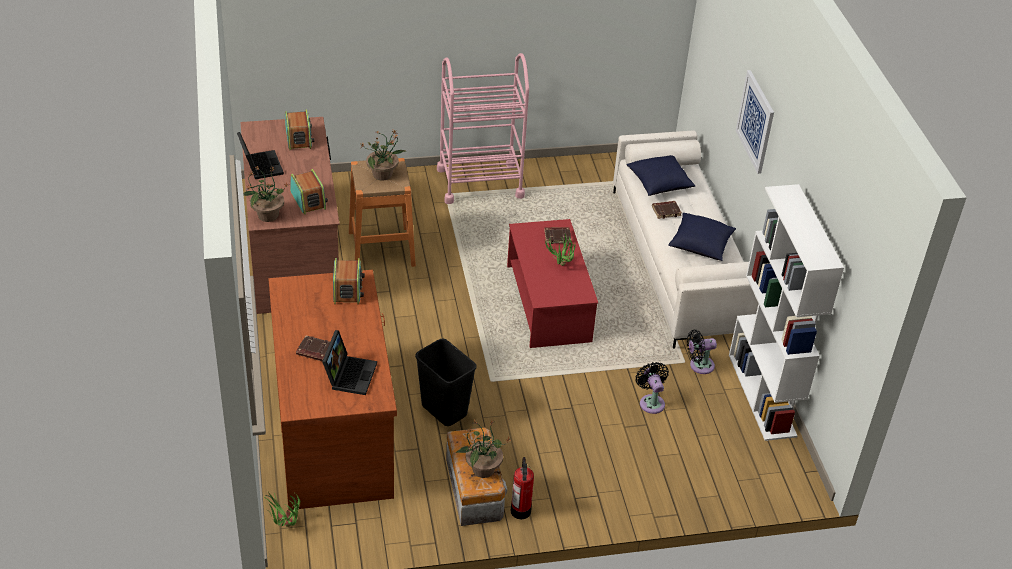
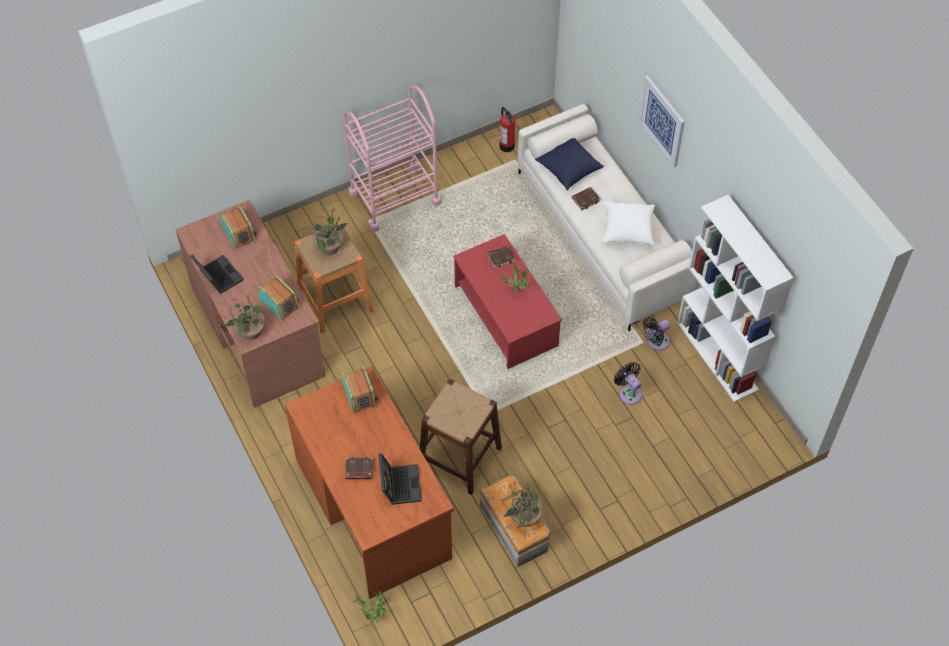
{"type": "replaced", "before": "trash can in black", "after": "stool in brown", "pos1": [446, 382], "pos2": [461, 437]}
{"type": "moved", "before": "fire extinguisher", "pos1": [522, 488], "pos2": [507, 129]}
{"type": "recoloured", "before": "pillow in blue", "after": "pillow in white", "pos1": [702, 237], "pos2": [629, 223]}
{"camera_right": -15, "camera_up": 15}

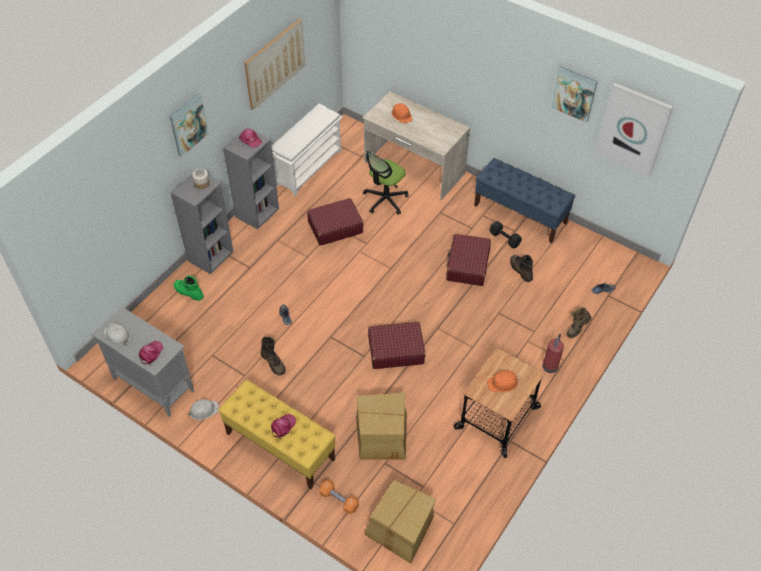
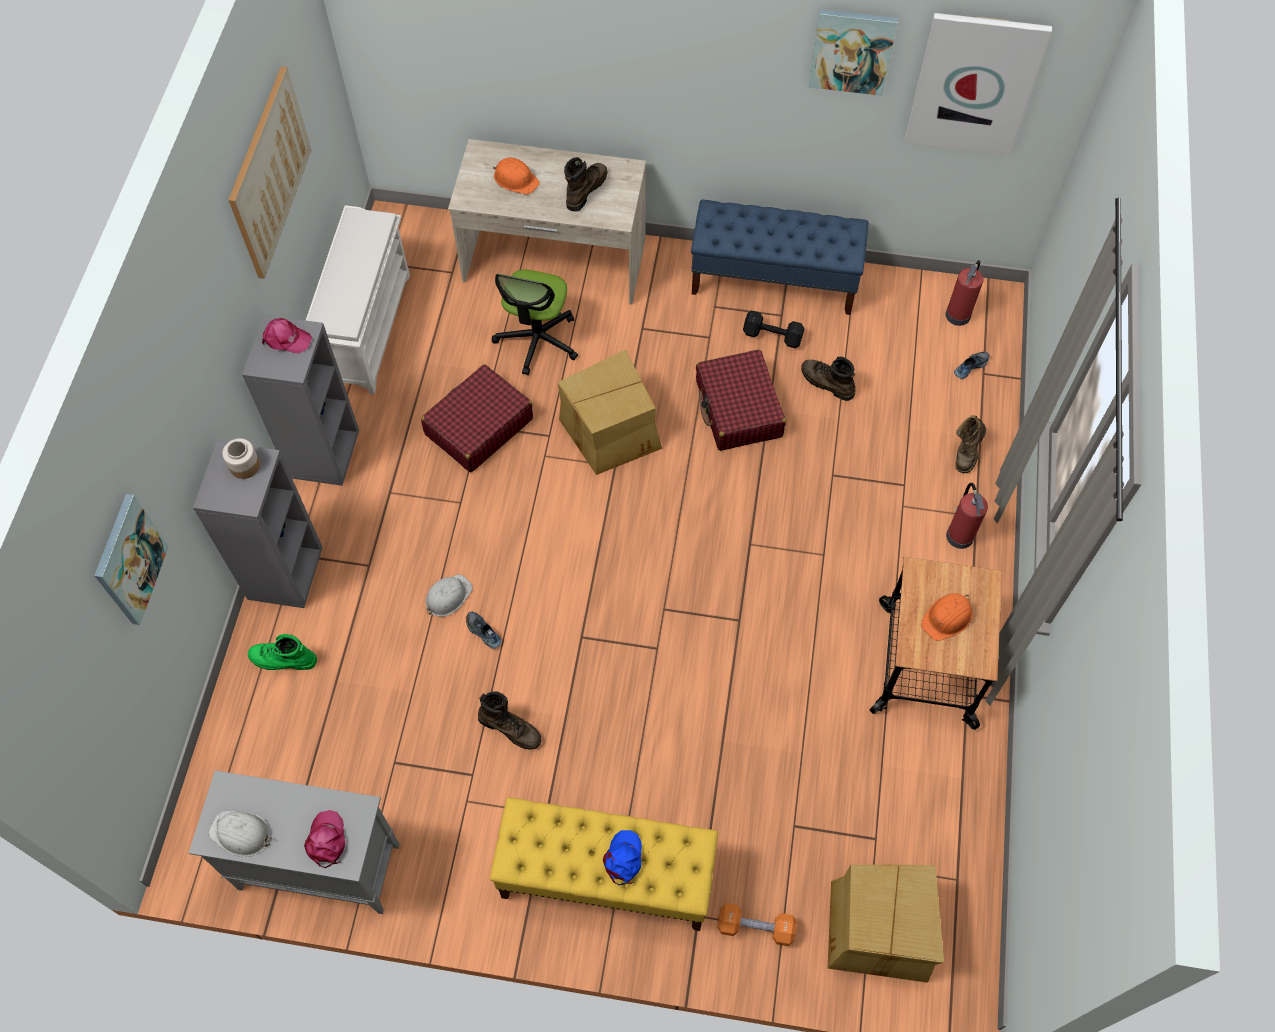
{"type": "moved", "before": "picture", "pos1": [189, 125], "pos2": [131, 559]}
{"type": "moved", "before": "hard hat in white", "pos1": [204, 409], "pos2": [449, 595]}
{"type": "recoloured", "before": "cap in pink", "after": "cap in blue", "pos1": [283, 426], "pos2": [622, 857]}
{"type": "moved", "before": "cardboard box", "pos1": [381, 426], "pos2": [610, 412]}
{"type": "removed", "before": "suitcase in red", "pos1": [397, 345]}
{"type": "added", "after": "boot in brown", "pos2": [586, 184]}
{"type": "added", "after": "fire extinguisher", "pos2": [964, 293]}
{"camera_right": -25, "camera_up": 10}

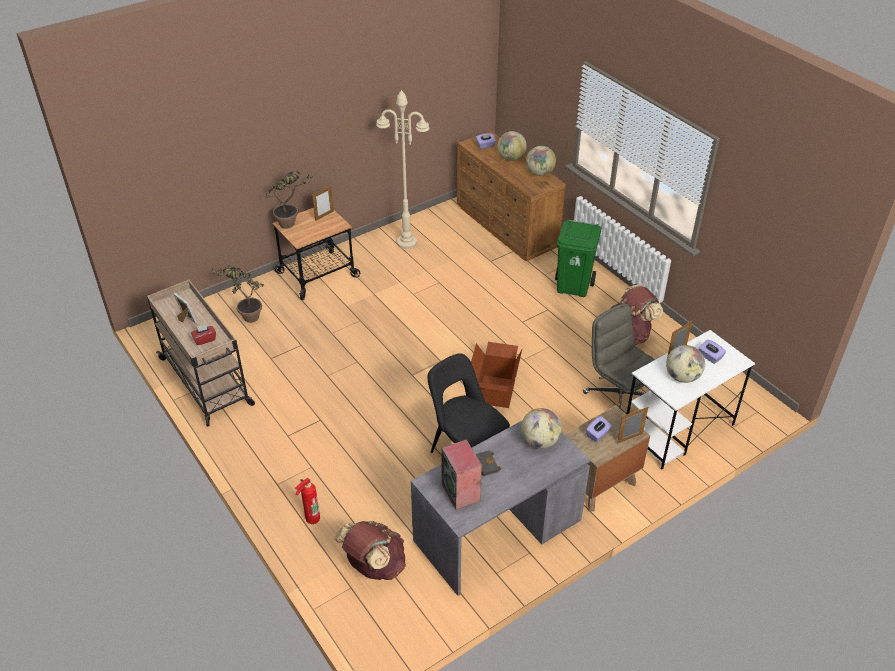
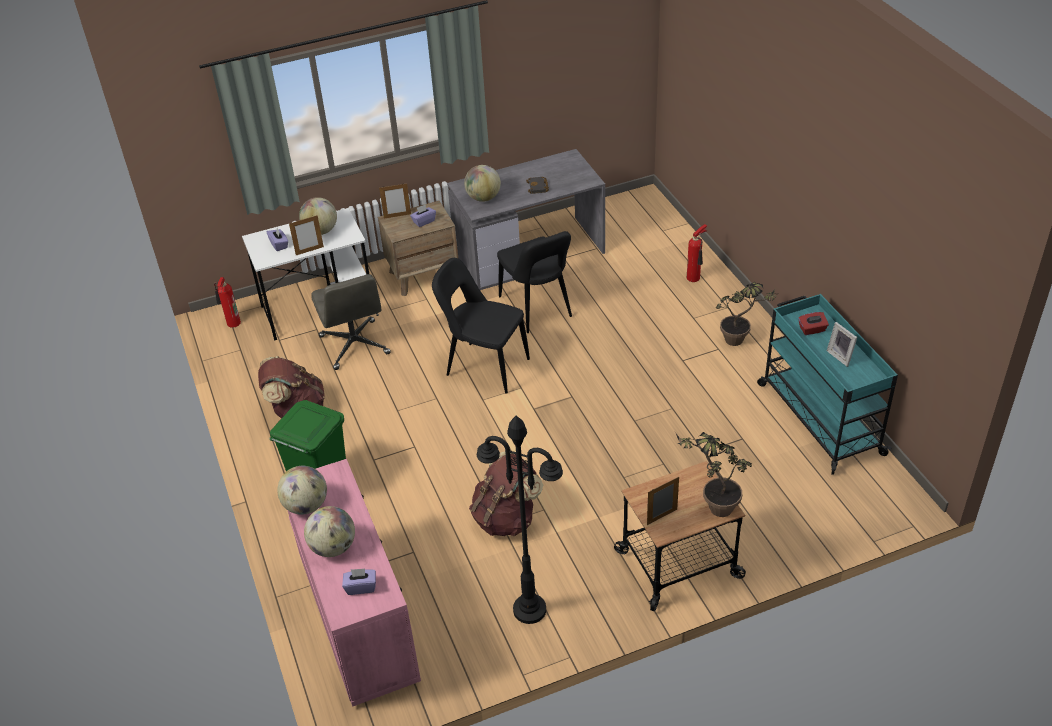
{"type": "recoloured", "before": "cart in beige", "after": "cart in turquoise", "pos1": [201, 353], "pos2": [827, 384]}
{"type": "moved", "before": "potted plant", "pos1": [237, 294], "pos2": [748, 314]}
{"type": "moved", "before": "backpack in brown", "pos1": [370, 550], "pos2": [506, 494]}
{"type": "recoloured", "before": "floor lamp in beige", "after": "floor lamp in black", "pos1": [403, 169], "pos2": [520, 520]}
{"type": "removed", "before": "speaker", "pos1": [461, 474]}
{"type": "recoloured", "before": "dresser in brown", "after": "dresser in pink", "pos1": [511, 196], "pos2": [354, 583]}
{"type": "replaced", "before": "cardboard box", "after": "chair in black", "pos1": [496, 375], "pos2": [481, 326]}
{"type": "added", "after": "fire extinguisher", "pos2": [227, 302]}
{"camera_right": -165, "camera_up": 0}

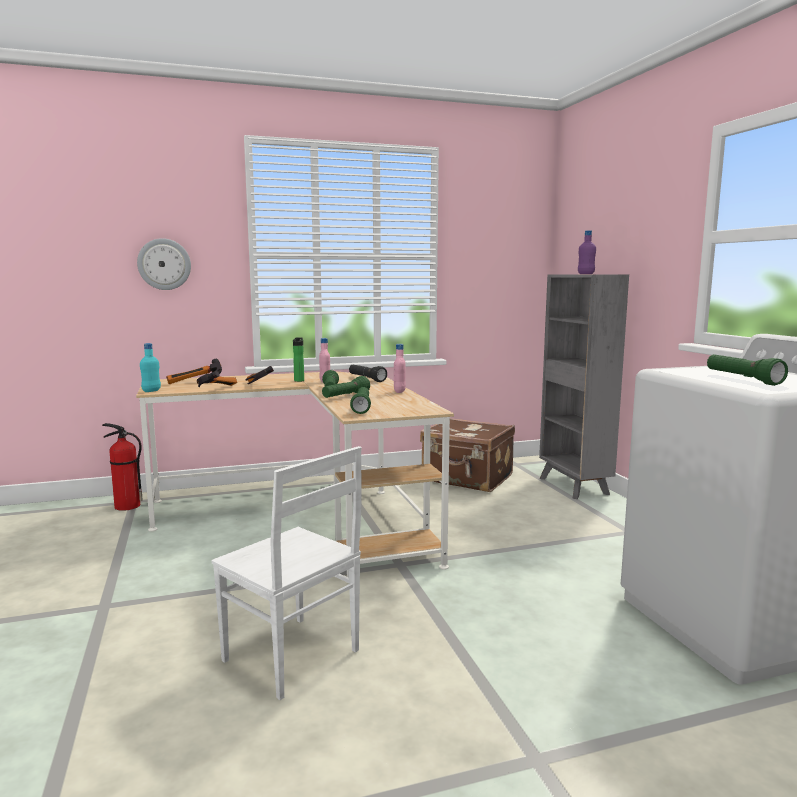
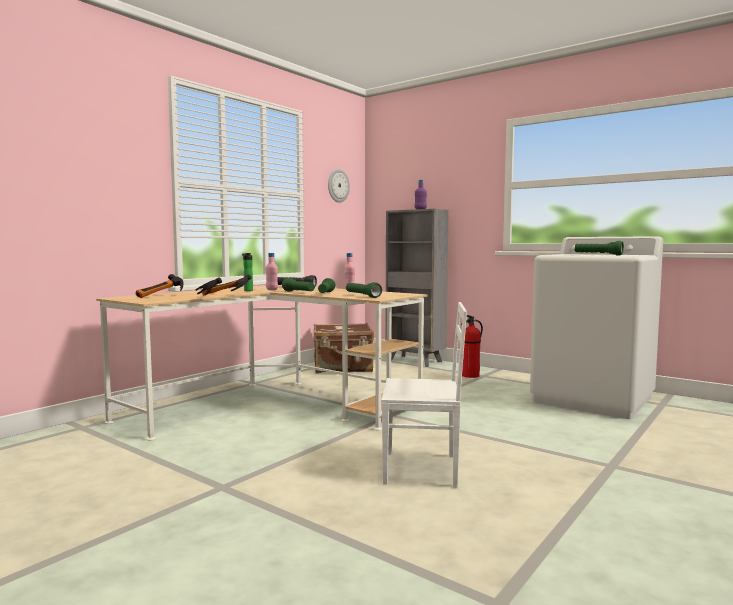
{"type": "moved", "before": "fire extinguisher", "pos1": [122, 467], "pos2": [472, 346]}
{"type": "moved", "before": "wall clock", "pos1": [164, 264], "pos2": [339, 186]}
{"type": "removed", "before": "bottle in turquoise", "pos1": [150, 367]}
{"camera_right": -35, "camera_up": -5}

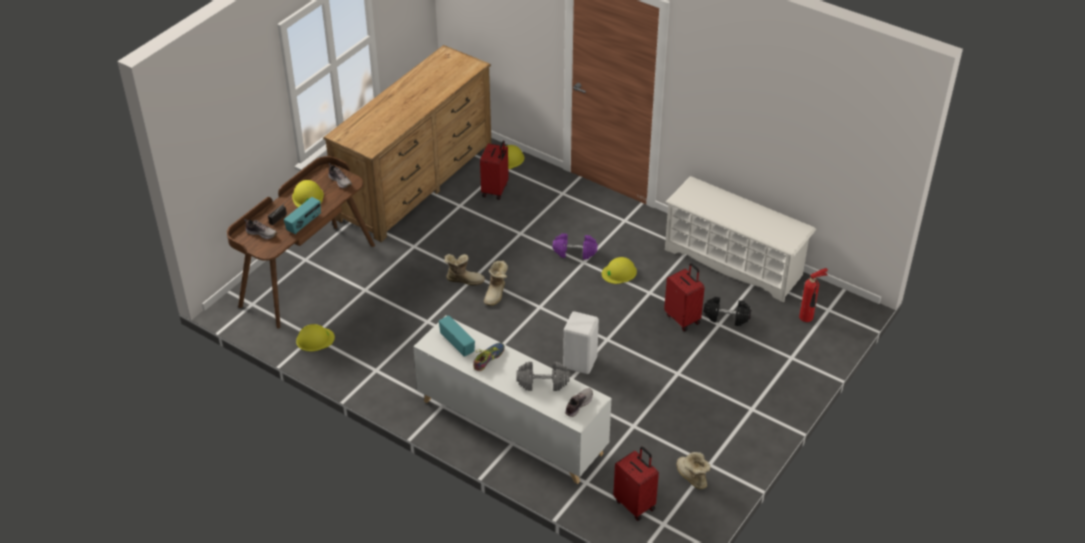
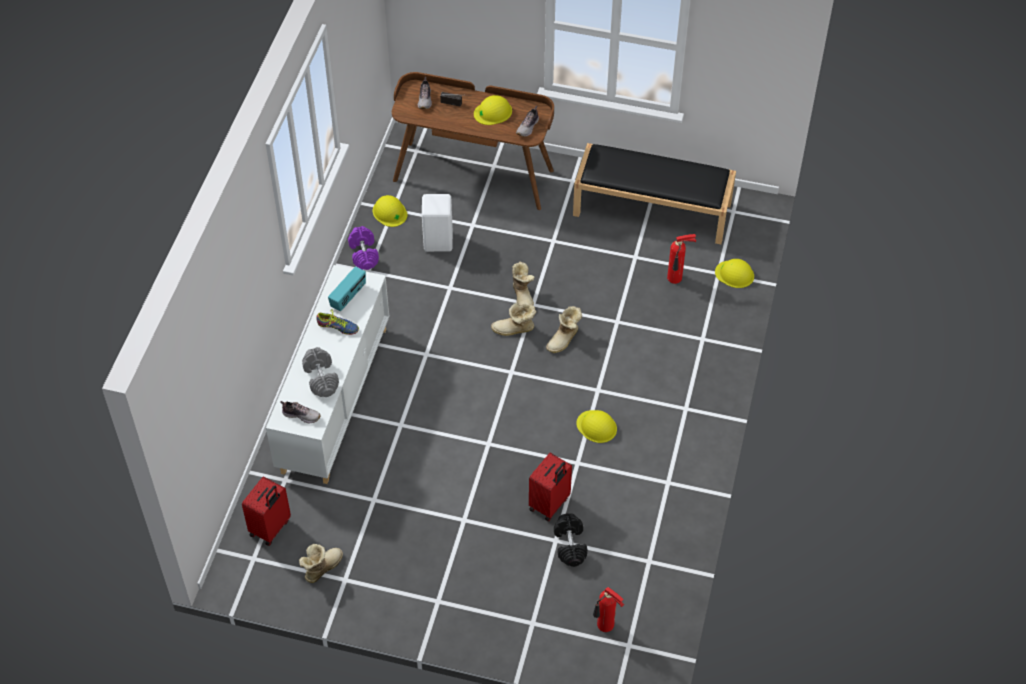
{"type": "removed", "before": "radio", "pos1": [302, 216]}
{"type": "replaced", "before": "dresser in brown", "after": "bench in black", "pos1": [407, 143], "pos2": [654, 193]}
{"type": "replaced", "before": "suitcase in red", "after": "fire extinguisher", "pos1": [494, 170], "pos2": [681, 259]}
{"type": "moved", "before": "dumbbell in purple", "pos1": [575, 246], "pos2": [363, 248]}
{"type": "moved", "before": "stool in white", "pos1": [581, 342], "pos2": [437, 223]}
{"type": "removed", "before": "shoe rack in white", "pos1": [740, 239]}
{"type": "added", "after": "boot", "pos2": [564, 329]}
{"camera_right": 70, "camera_up": 10}

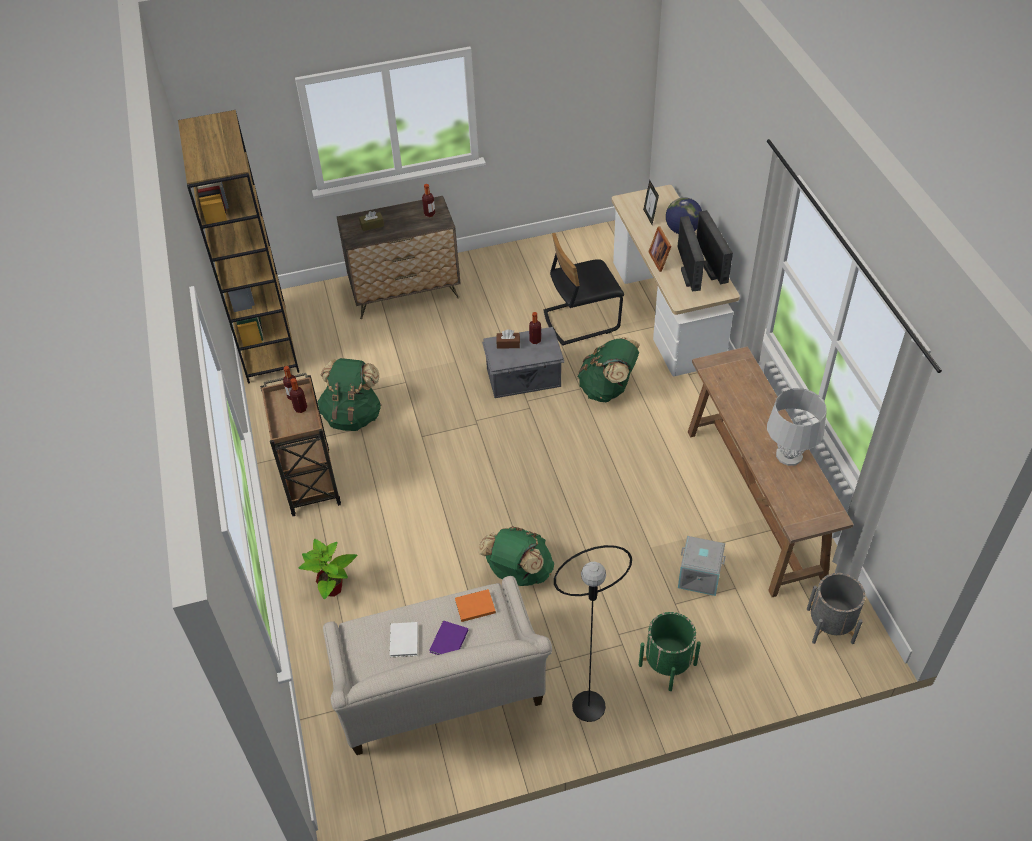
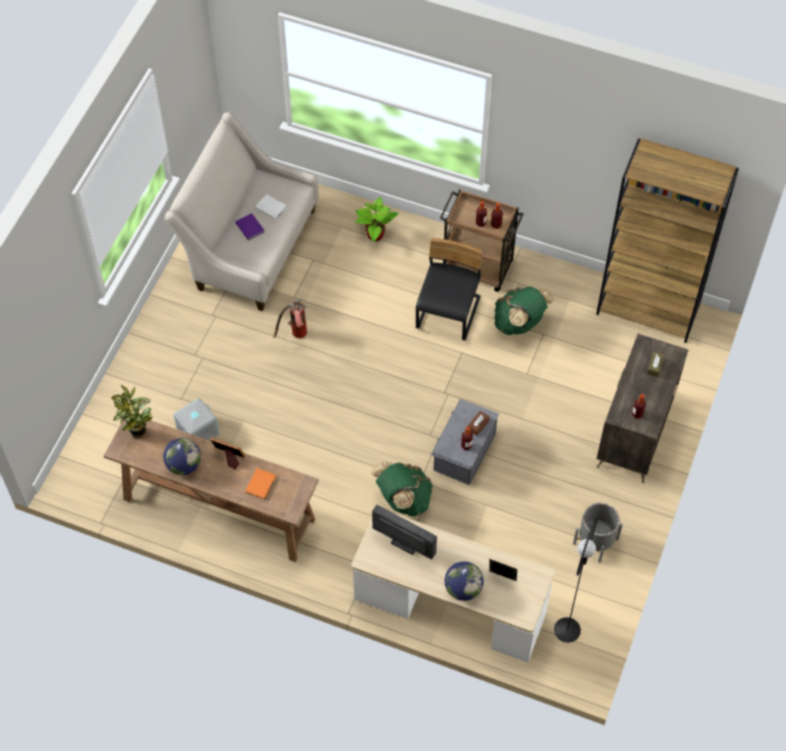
{"type": "moved", "before": "book in orange", "pos1": [475, 605], "pos2": [260, 484]}
{"type": "replaced", "before": "backpack in green", "after": "fire extinguisher", "pos1": [516, 556], "pos2": [290, 318]}
{"type": "moved", "before": "chair in black", "pos1": [583, 289], "pos2": [449, 289]}
{"type": "moved", "before": "floor lamp in black", "pos1": [593, 633], "pos2": [576, 580]}
{"type": "removed", "before": "planter in green", "pos1": [670, 651]}
{"type": "moved", "before": "picture frame", "pos1": [659, 249], "pos2": [227, 454]}
{"type": "removed", "before": "monitor", "pos1": [714, 247]}
{"type": "replaced", "before": "table lamp in grey", "after": "globe", "pos1": [797, 427], "pos2": [182, 456]}
{"type": "moved", "before": "planter in grey", "pos1": [836, 608], "pos2": [598, 532]}
{"type": "added", "after": "potted plant", "pos2": [132, 412]}
{"camera_right": 125, "camera_up": 10}

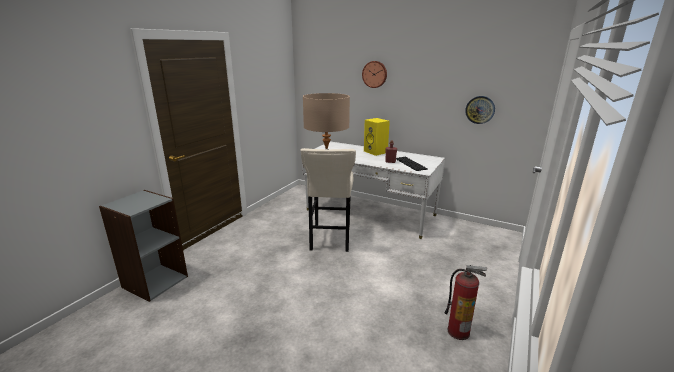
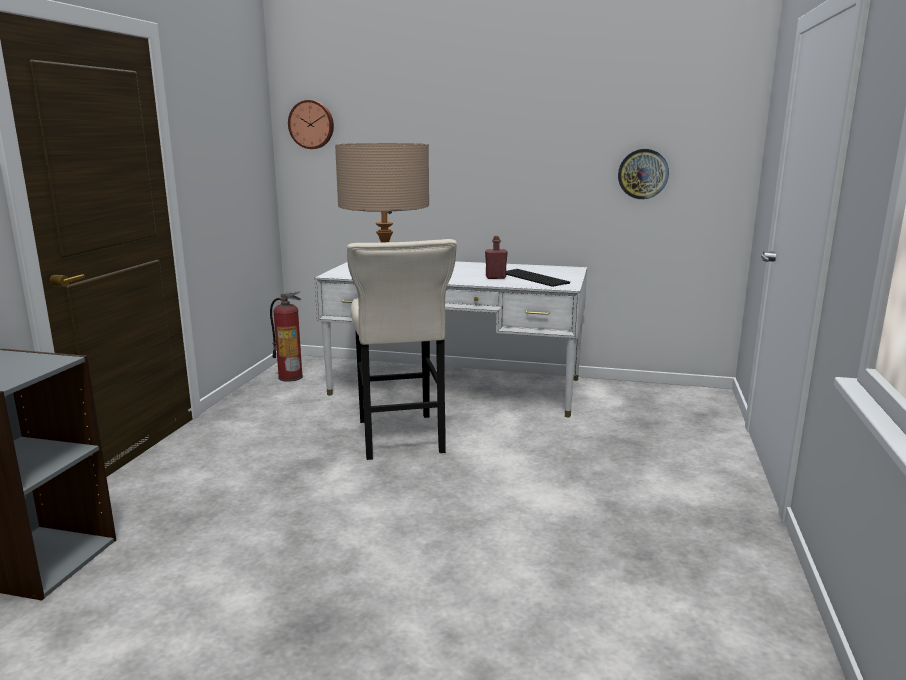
{"type": "moved", "before": "wall clock", "pos1": [374, 74], "pos2": [311, 124]}
{"type": "removed", "before": "speaker in yellow", "pos1": [377, 137]}
{"type": "moved", "before": "fire extinguisher", "pos1": [466, 302], "pos2": [286, 336]}
{"camera_right": -15, "camera_up": -5}

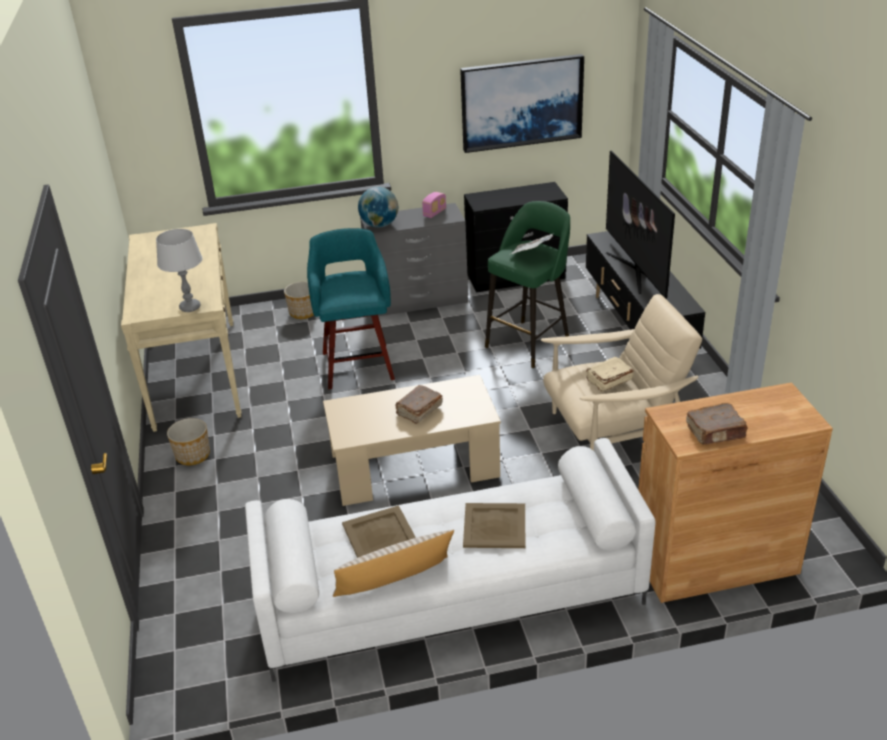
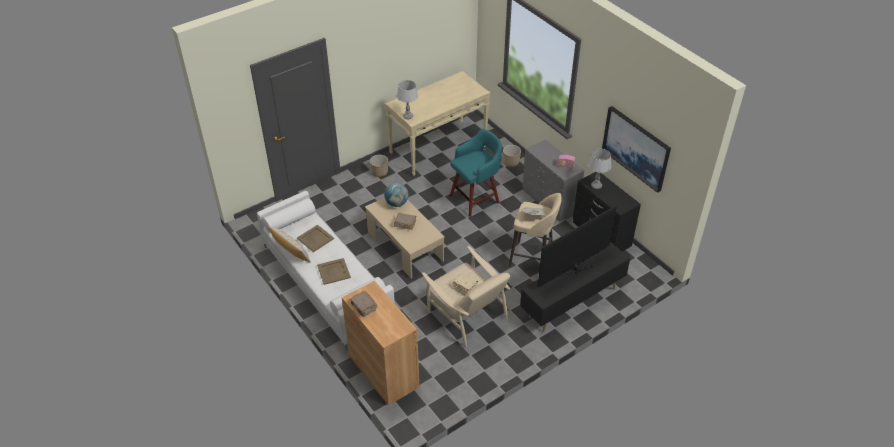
{"type": "moved", "before": "globe", "pos1": [378, 207], "pos2": [396, 195]}
{"type": "recoloured", "before": "stool in green", "after": "stool in beige", "pos1": [527, 284], "pos2": [535, 230]}
{"type": "added", "after": "table lamp in grey", "pos2": [599, 169]}
{"camera_right": 65, "camera_up": 10}

